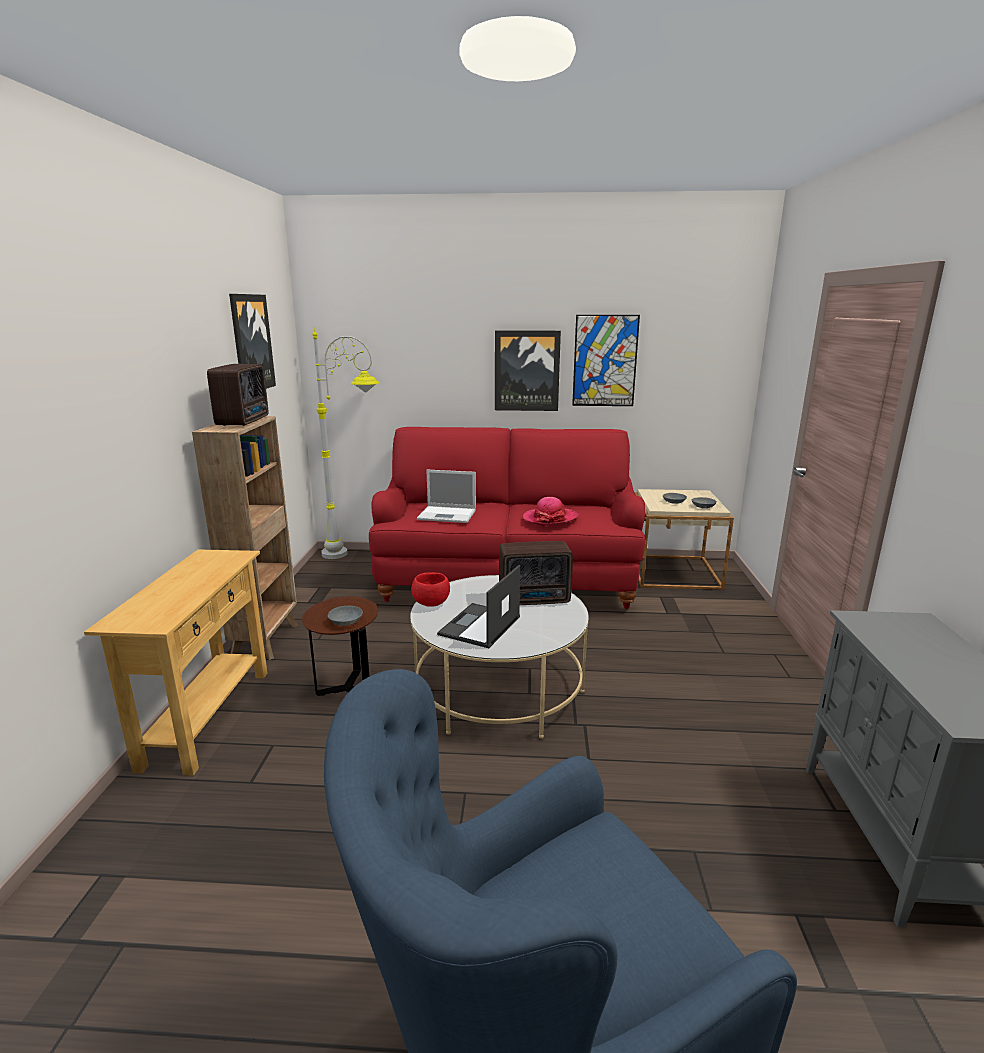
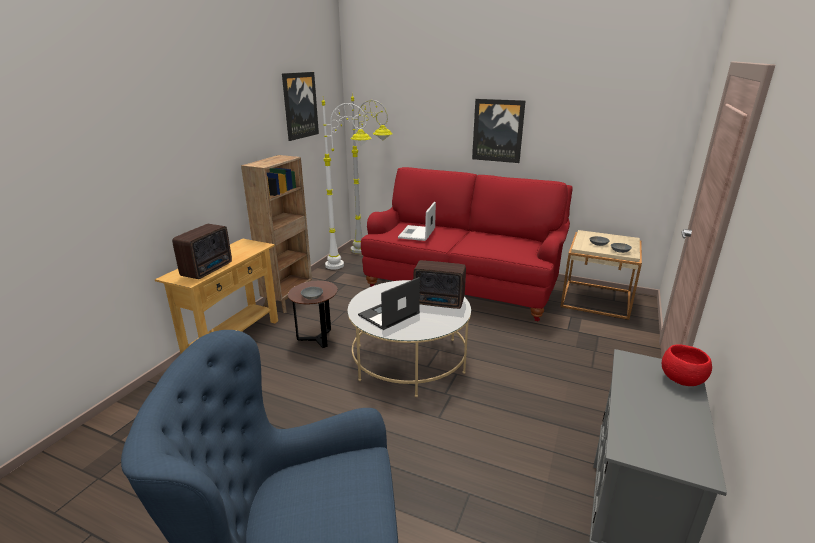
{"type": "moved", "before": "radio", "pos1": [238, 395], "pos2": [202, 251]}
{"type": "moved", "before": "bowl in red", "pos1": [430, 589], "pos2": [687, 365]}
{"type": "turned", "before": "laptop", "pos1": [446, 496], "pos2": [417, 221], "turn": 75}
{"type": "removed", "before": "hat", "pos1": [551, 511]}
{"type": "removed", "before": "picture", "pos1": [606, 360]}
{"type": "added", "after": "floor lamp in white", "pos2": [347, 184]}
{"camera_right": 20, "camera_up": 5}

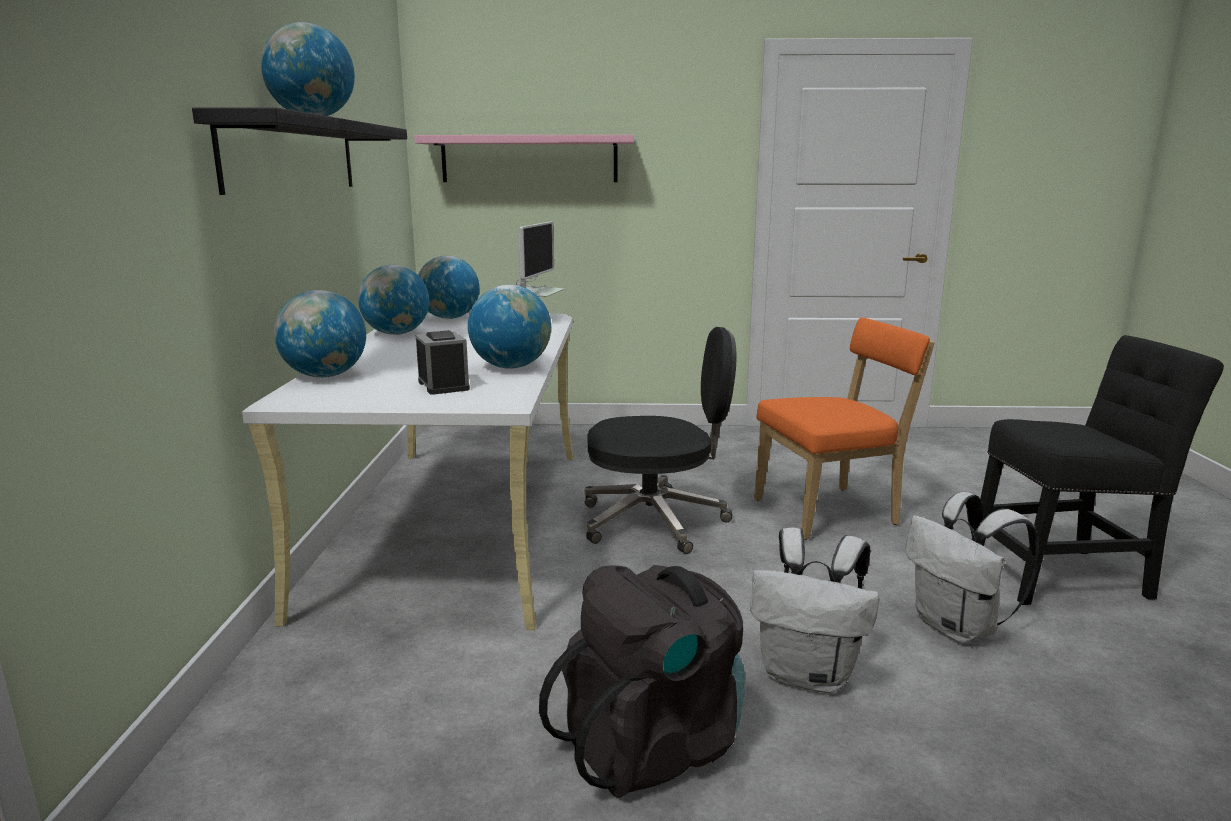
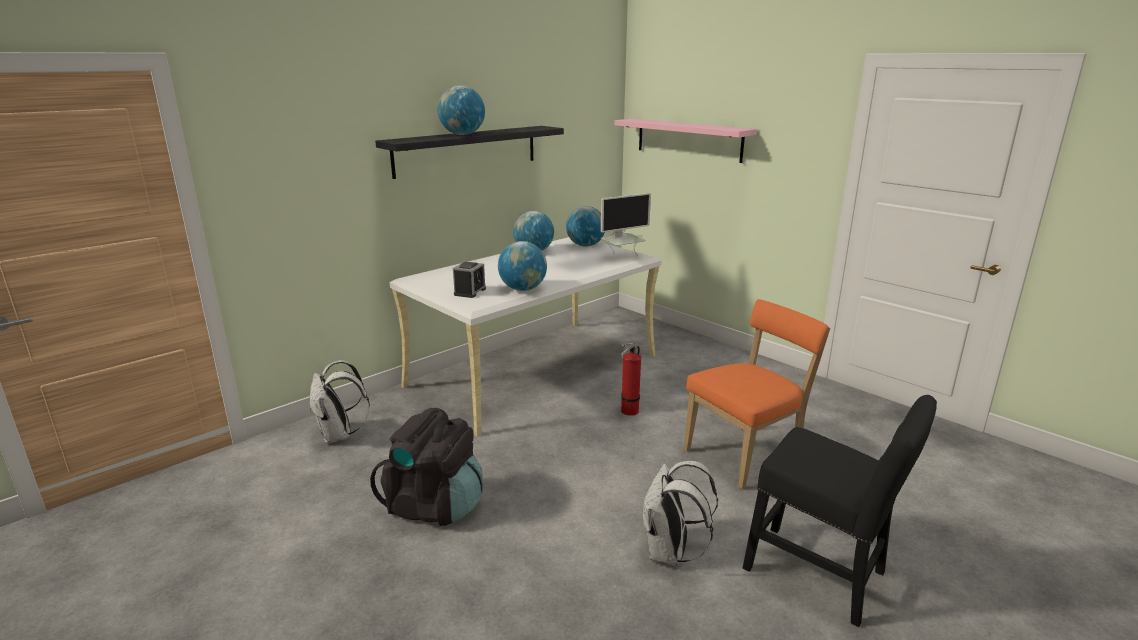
{"type": "removed", "before": "globe", "pos1": [320, 334]}
{"type": "replaced", "before": "office chair in black", "after": "fire extinguisher", "pos1": [660, 440], "pos2": [631, 379]}
{"type": "moved", "before": "backpack in white", "pos1": [814, 610], "pos2": [340, 402]}
{"type": "turned", "before": "chair in orange", "pos1": [844, 428], "pos2": [757, 394], "turn": -60}
{"camera_right": 45, "camera_up": 5}

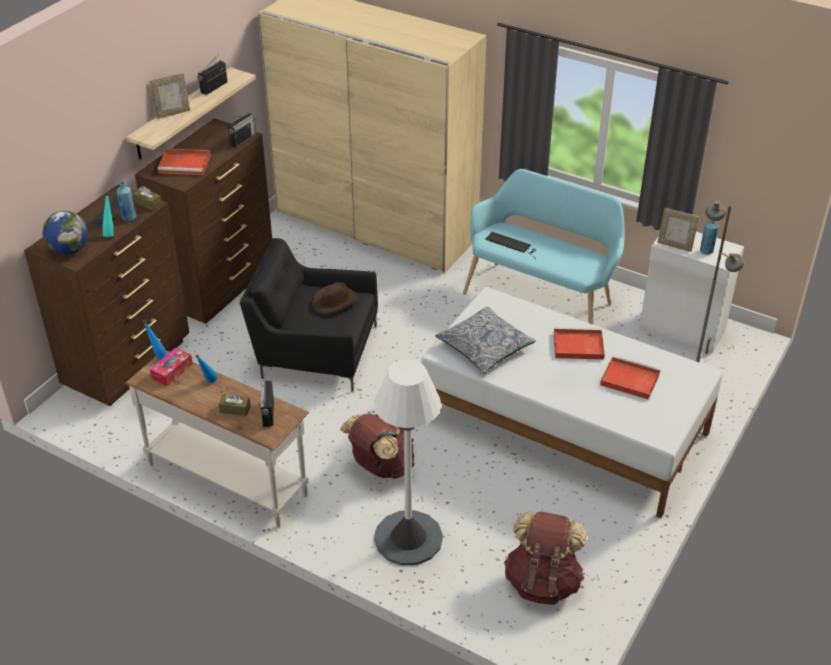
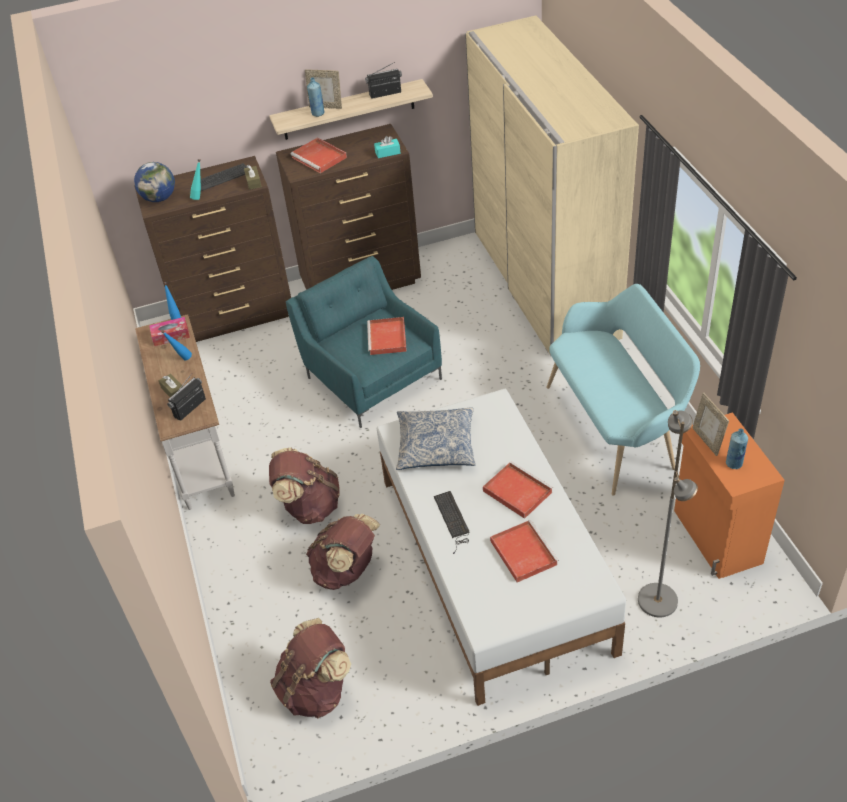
{"type": "moved", "before": "bottle in blue", "pos1": [127, 201], "pos2": [316, 97]}
{"type": "replaced", "before": "radio", "after": "tissue box in turquoise", "pos1": [242, 130], "pos2": [387, 147]}
{"type": "recoloured", "before": "armchair in black", "after": "armchair in turquoise", "pos1": [309, 315], "pos2": [364, 342]}
{"type": "replaced", "before": "hat in brown", "after": "tray in red", "pos1": [335, 298], "pos2": [387, 336]}
{"type": "removed", "before": "floor lamp in white", "pos1": [408, 463]}
{"type": "moved", "before": "keyboard", "pos1": [511, 246], "pos2": [452, 522]}
{"type": "recoloured", "before": "cabinet in white", "after": "cabinet in orange", "pos1": [691, 293], "pos2": [729, 495]}
{"type": "added", "after": "backpack in brown", "pos2": [343, 552]}
{"camera_right": 45, "camera_up": 5}

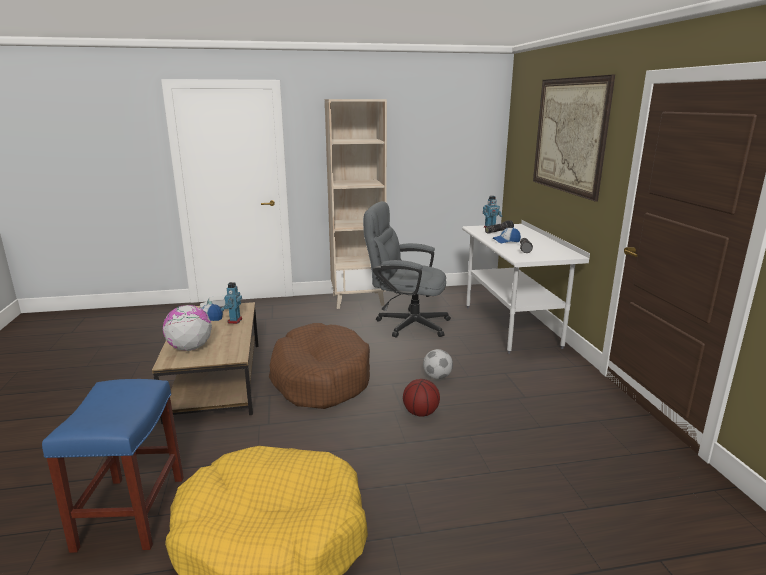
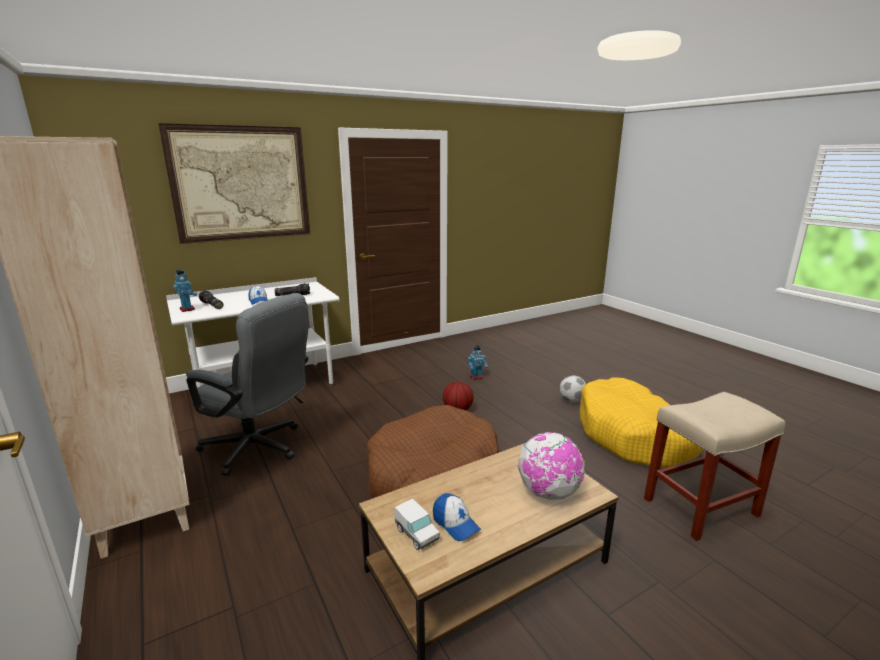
{"type": "recoloured", "before": "stool in blue", "after": "stool in beige", "pos1": [113, 466], "pos2": [714, 466]}
{"type": "moved", "before": "toy robot", "pos1": [231, 303], "pos2": [478, 362]}
{"type": "turned", "before": "office chair in grey", "pos1": [407, 269], "pos2": [247, 384], "turn": -60}
{"type": "moved", "before": "football", "pos1": [438, 364], "pos2": [572, 389]}
{"camera_right": -110, "camera_up": 0}

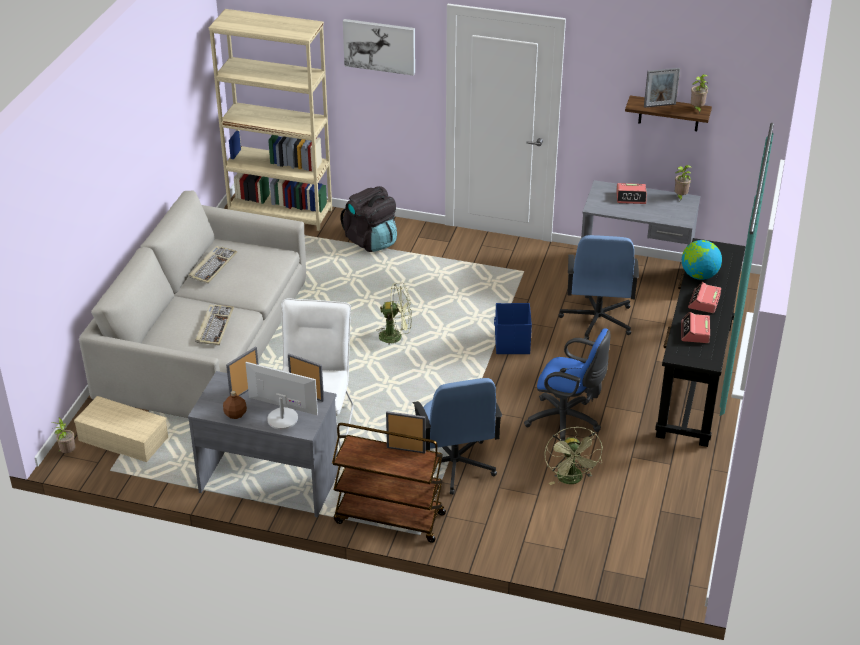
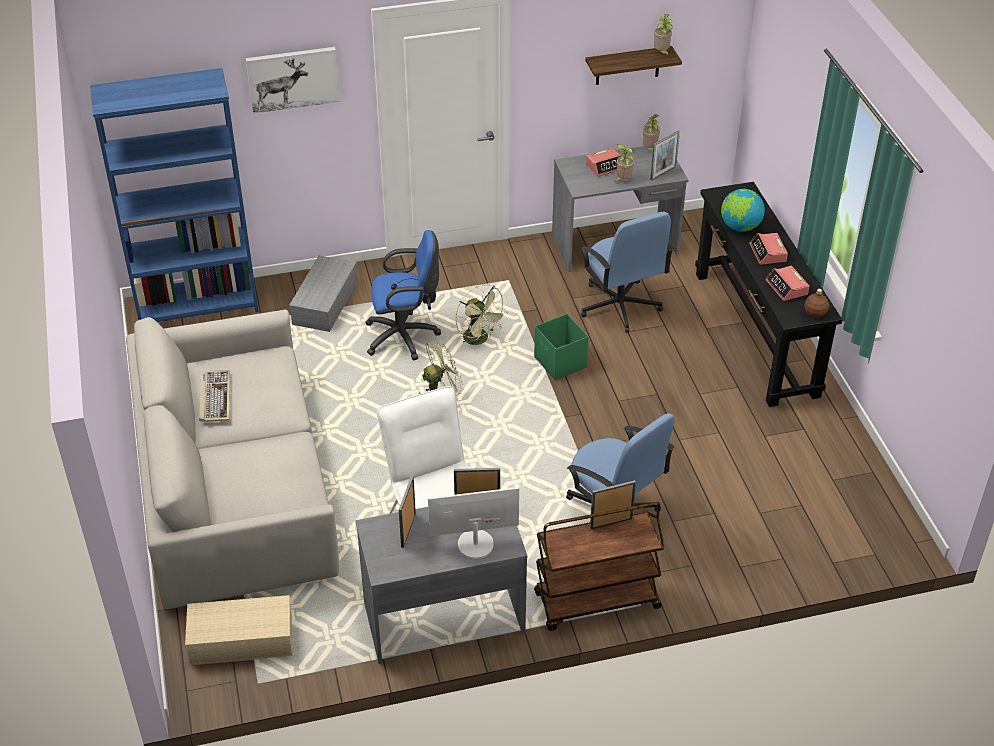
{"type": "moved", "before": "potted plant", "pos1": [63, 435], "pos2": [625, 163]}
{"type": "removed", "before": "keyboard", "pos1": [214, 325]}
{"type": "recoloured", "before": "bookcase in beige", "after": "bookcase in blue", "pos1": [270, 120], "pos2": [174, 195]}
{"type": "moved", "before": "bottle in brown", "pos1": [235, 405], "pos2": [816, 303]}
{"type": "replaced", "before": "backpack in black", "after": "storage box in grey", "pos1": [369, 219], "pos2": [323, 293]}
{"type": "recoloured", "before": "storage box in blue", "after": "storage box in green", "pos1": [513, 328], "pos2": [561, 347]}
{"type": "moved", "before": "office chair in blue", "pos1": [567, 384], "pos2": [403, 295]}
{"type": "moved", "before": "fan in green", "pos1": [573, 455], "pos2": [481, 314]}
{"type": "moved", "before": "picture frame", "pos1": [662, 88], "pos2": [665, 155]}
{"camera_right": -30, "camera_up": 5}

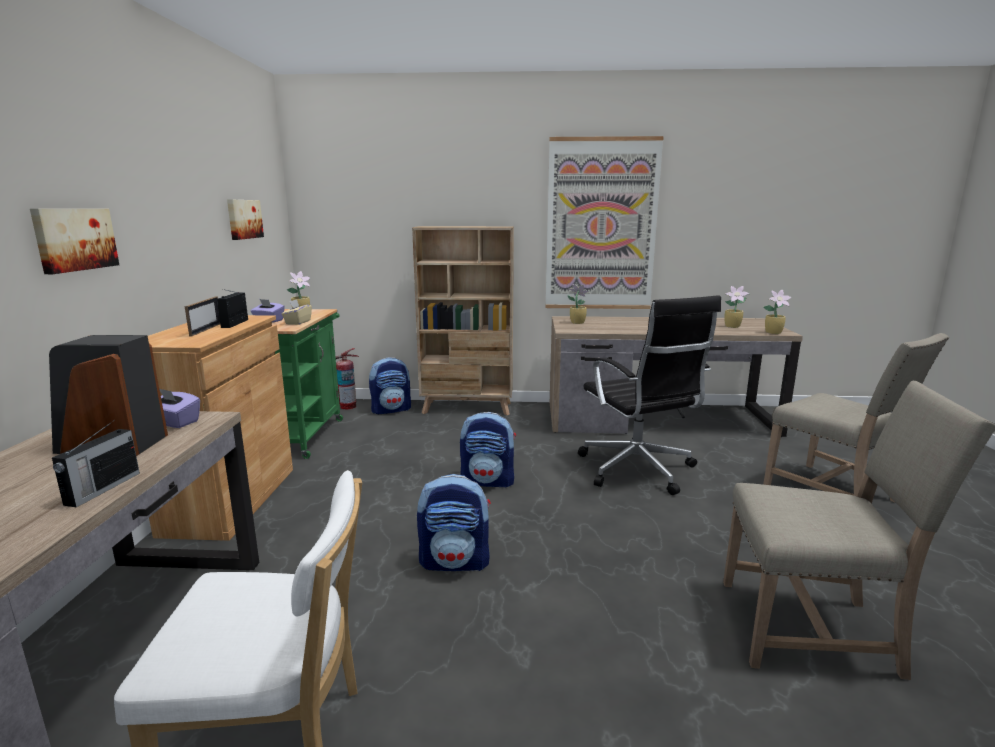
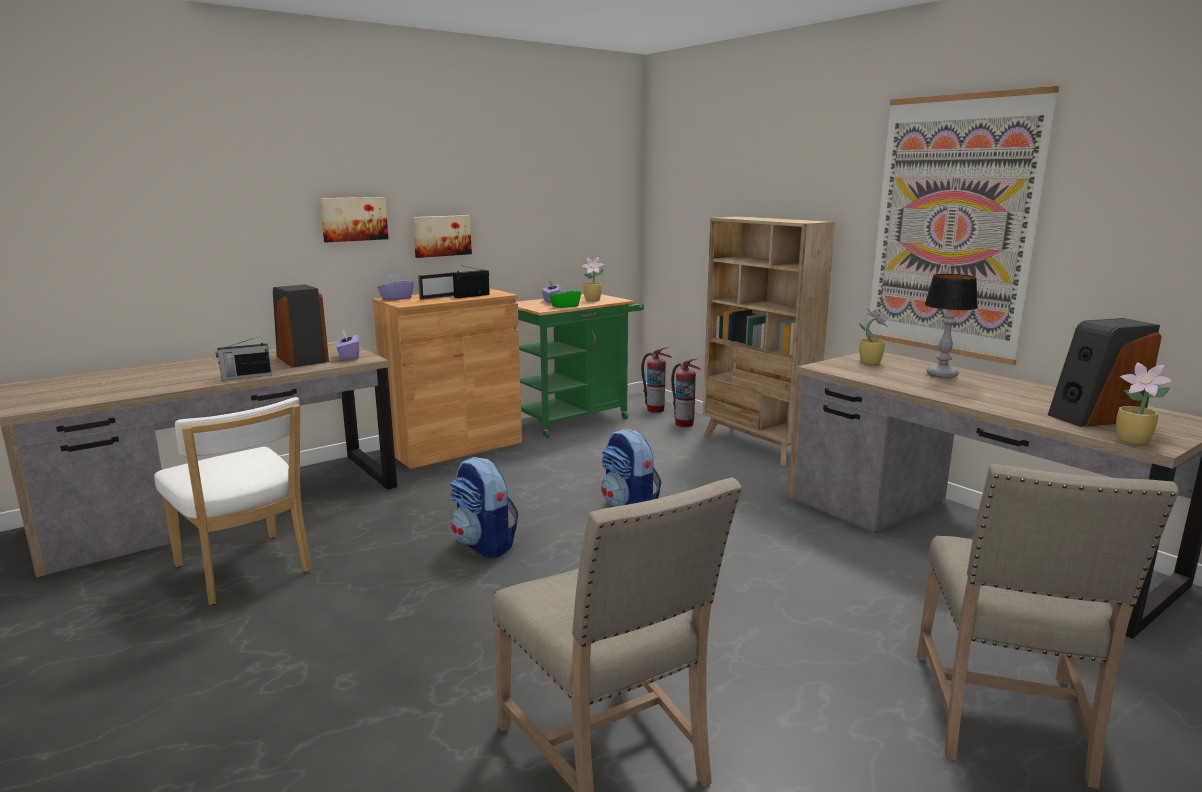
{"type": "moved", "before": "picture", "pos1": [245, 220], "pos2": [442, 236]}
{"type": "recoloured", "before": "tissue box in beige", "after": "tissue box in green", "pos1": [297, 312], "pos2": [565, 296]}
{"type": "replaced", "before": "backpack", "after": "fire extinguisher", "pos1": [390, 385], "pos2": [685, 393]}
{"type": "removed", "before": "office chair in black", "pos1": [649, 395]}
{"type": "replaced", "before": "potted plant", "after": "speaker", "pos1": [736, 307], "pos2": [1105, 372]}
{"type": "added", "after": "tissue box in purple", "pos2": [395, 287]}
{"type": "added", "after": "table lamp", "pos2": [951, 326]}
{"camera_right": 50, "camera_up": 0}

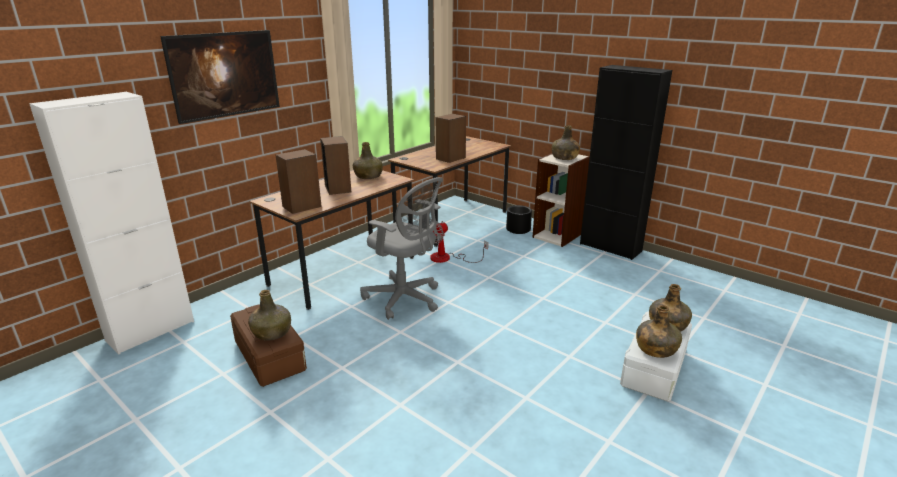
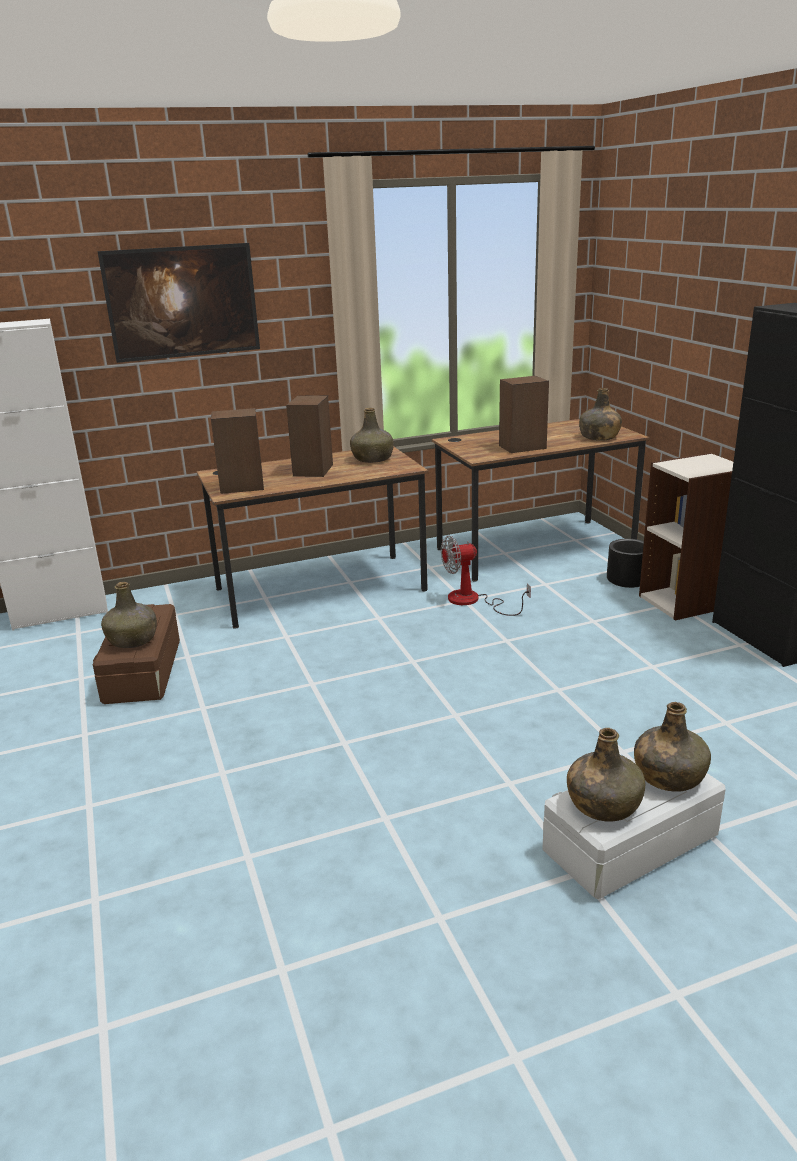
{"type": "removed", "before": "office chair in grey", "pos1": [401, 248]}
{"type": "moved", "before": "bottle in green", "pos1": [566, 142], "pos2": [600, 414]}
{"camera_right": 30, "camera_up": 0}

